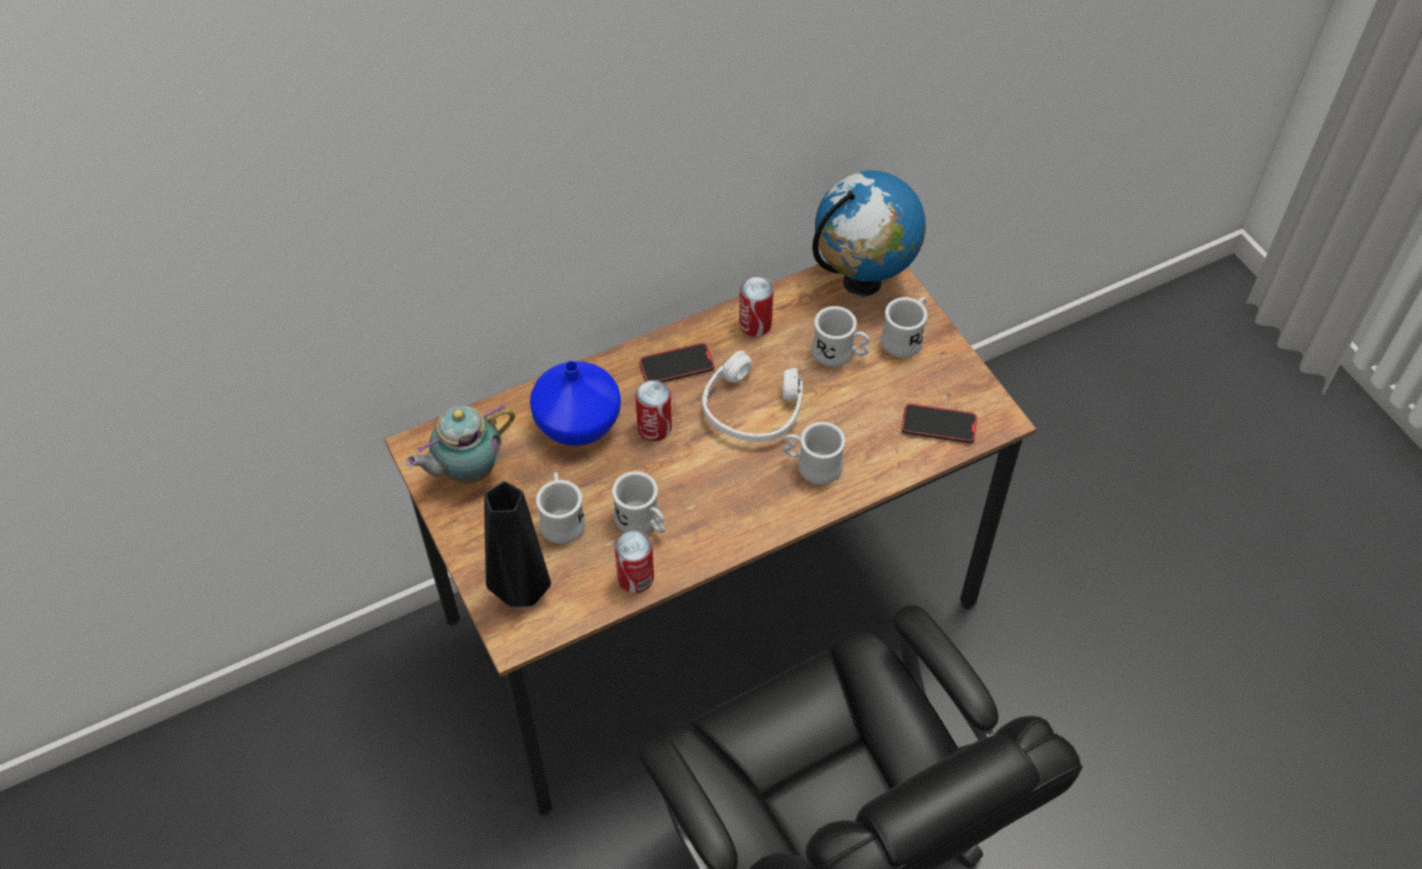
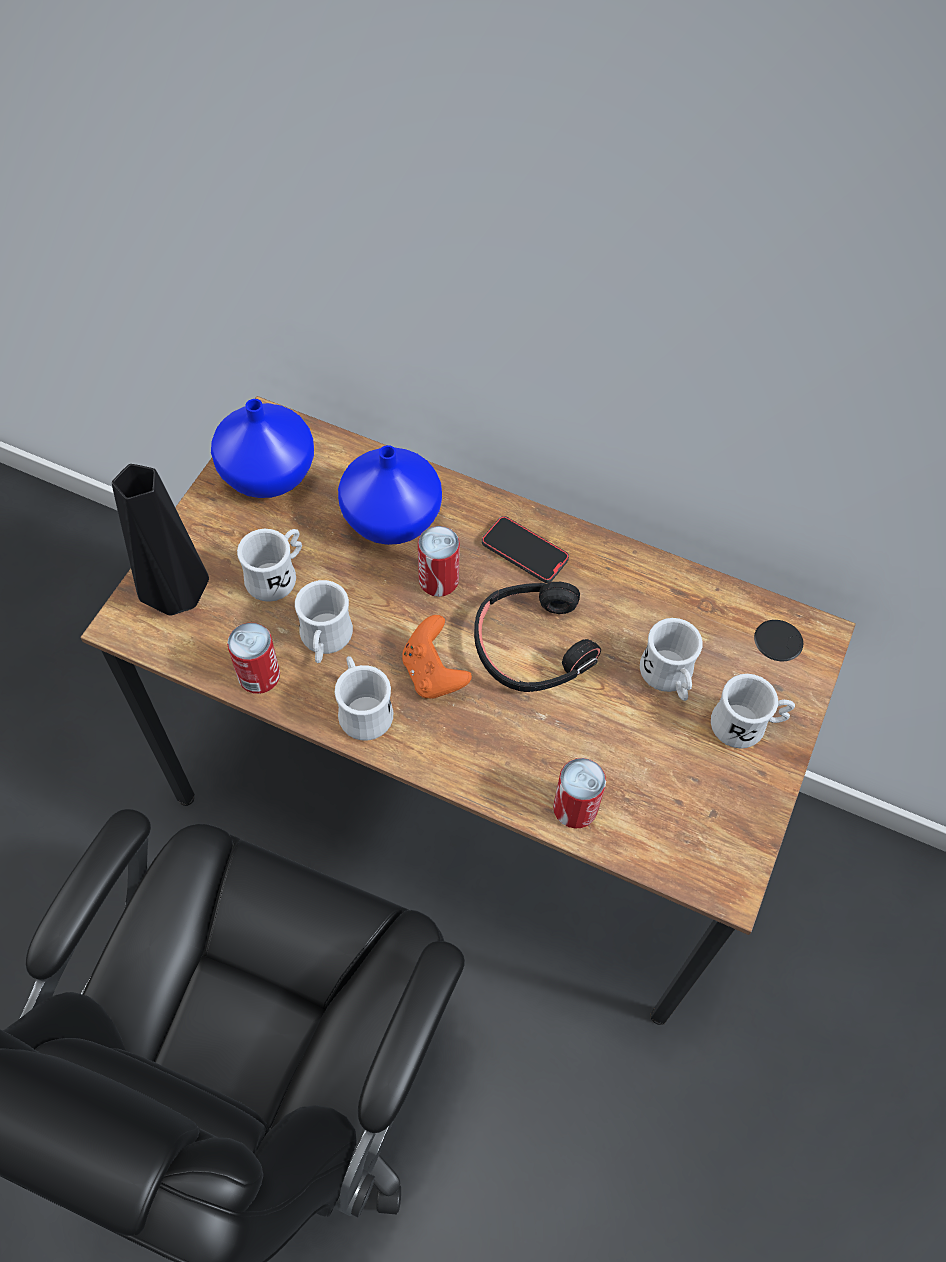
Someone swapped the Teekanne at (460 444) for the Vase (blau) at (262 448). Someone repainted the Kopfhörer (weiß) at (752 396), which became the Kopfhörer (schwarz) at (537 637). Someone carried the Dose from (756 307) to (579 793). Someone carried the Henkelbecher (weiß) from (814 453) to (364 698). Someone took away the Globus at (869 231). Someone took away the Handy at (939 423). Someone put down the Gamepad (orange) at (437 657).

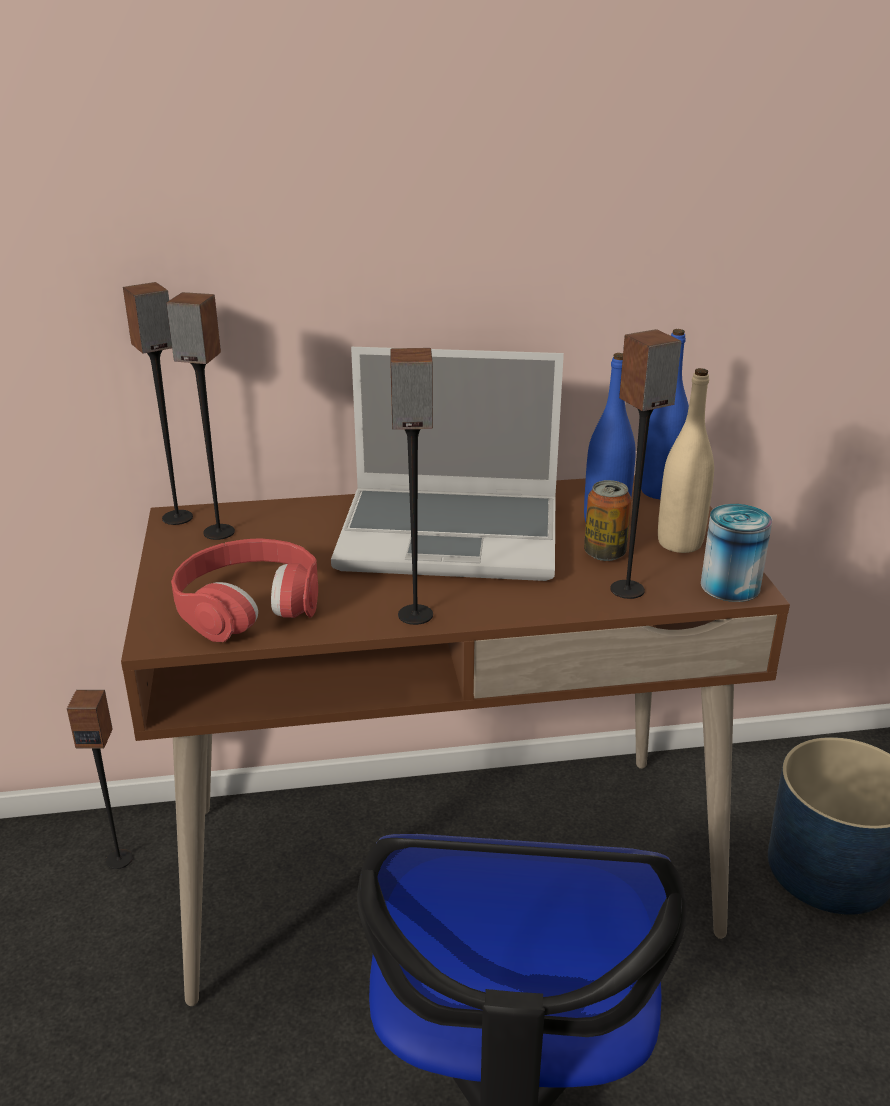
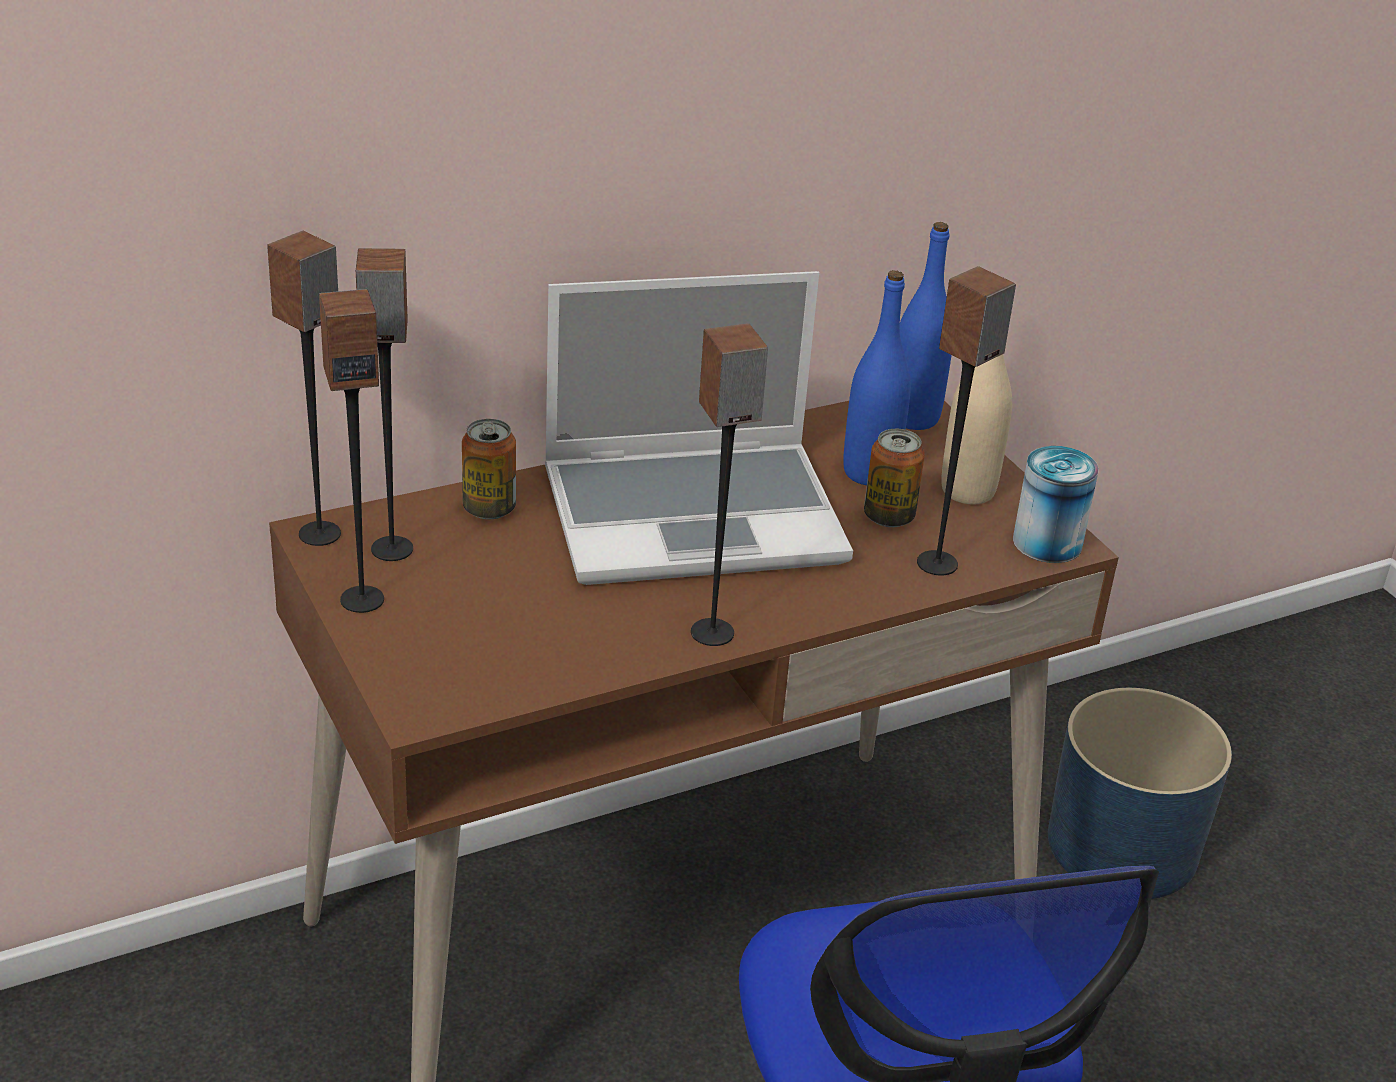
Someone carried the Lautsprecher from (100 779) to (351 451). Someone took away the Kopfhörer (rot) at (244 590). Someone put down the Dose at (489 469).

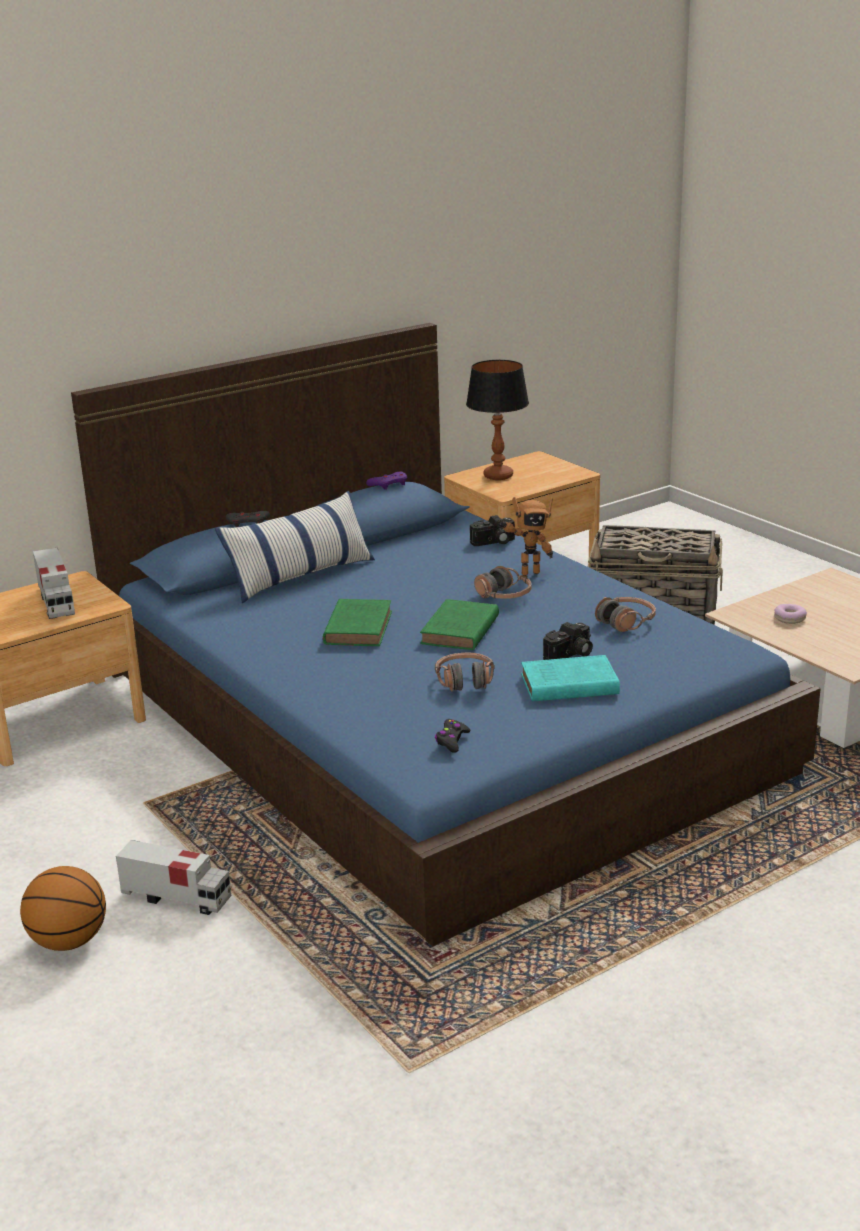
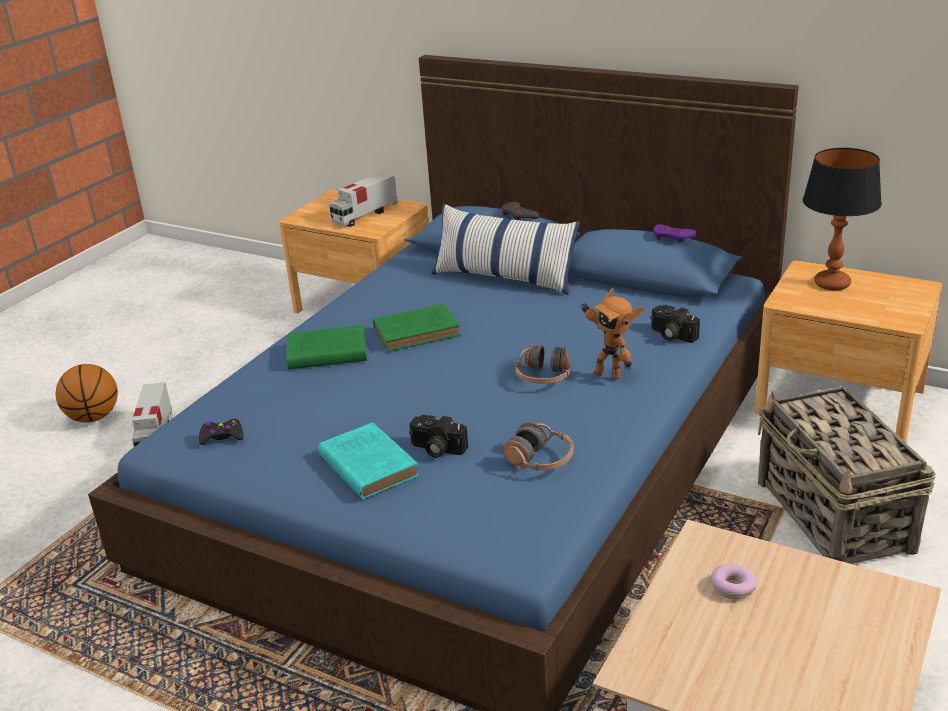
Someone carried the Buch (grün) from (459 624) to (326 347). Someone took away the Kopfhörer at (464 672).

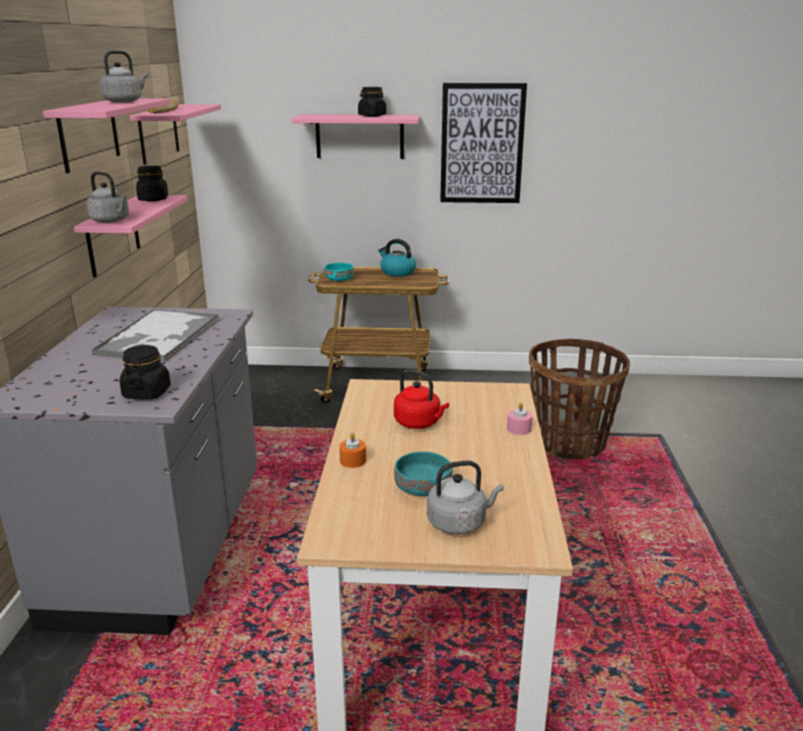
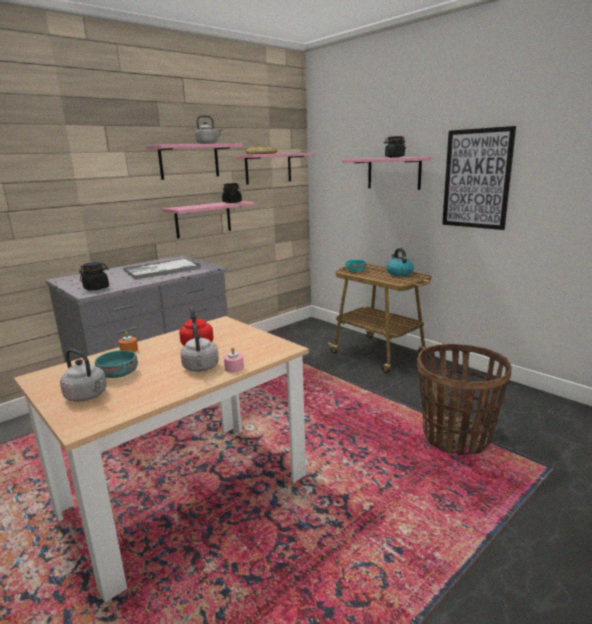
Someone carried the Wasserkessel (grau) from (107 197) to (199 347).

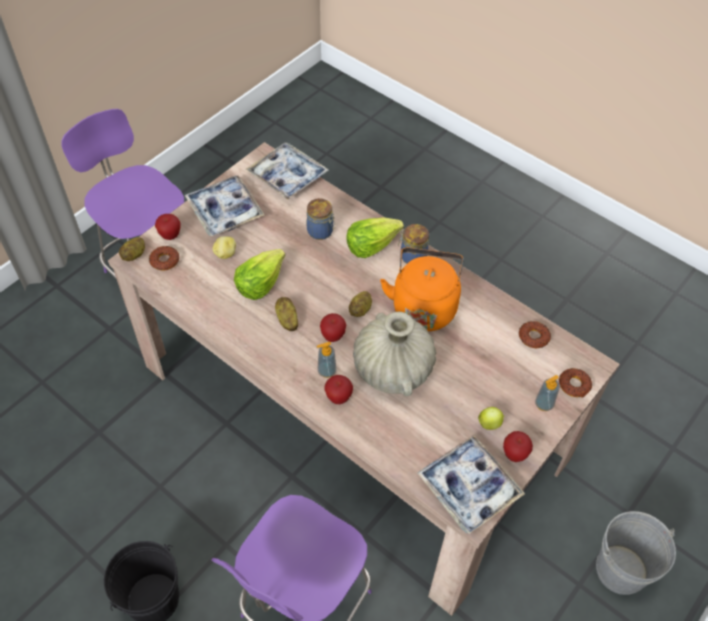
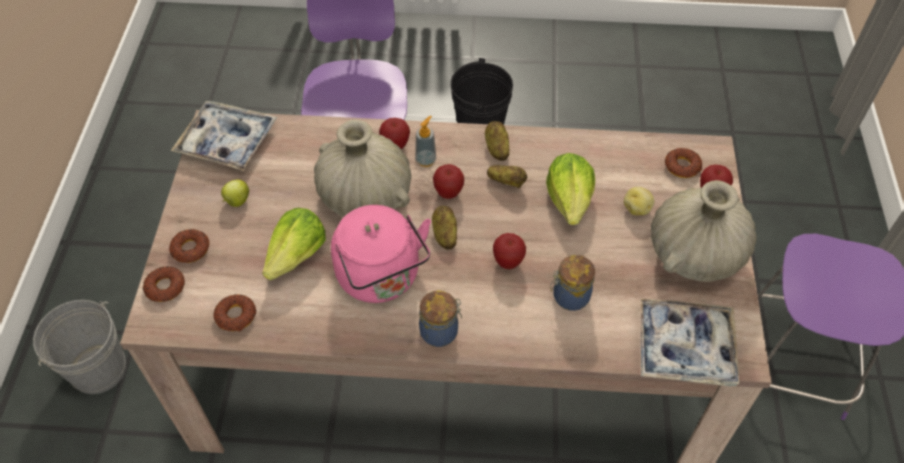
Someone carried the Kartoffel from (132 249) to (497 141). Someone swapped the Tablett at (224 205) for the Vase (beige) at (704 231). Someone carried the Salatkopf from (375 237) to (294 244). Someone repainted the Wasserkessel (orange) at (422 289), which became the Wasserkessel (rosa) at (381 254). Someone carried the Apfel from (518 446) to (509 251). Someone swapped the Seifenspender at (547 393) for the Donut at (189 246).

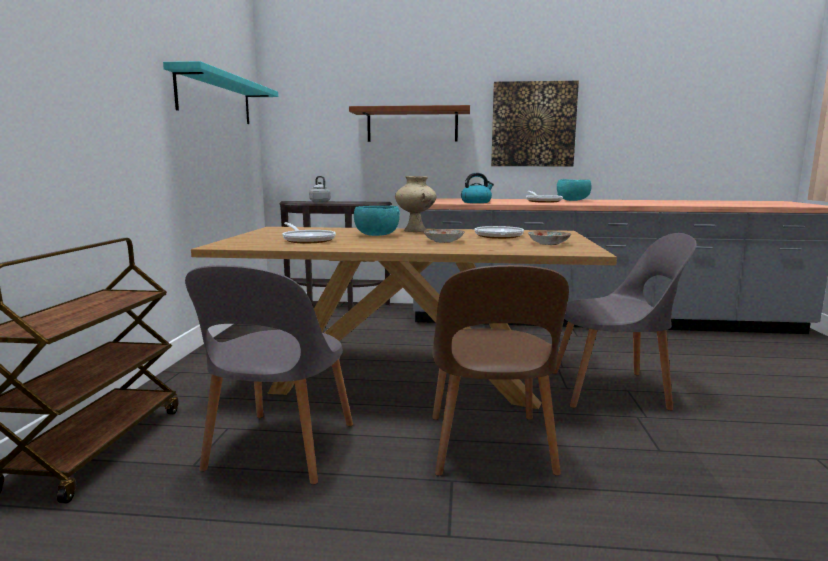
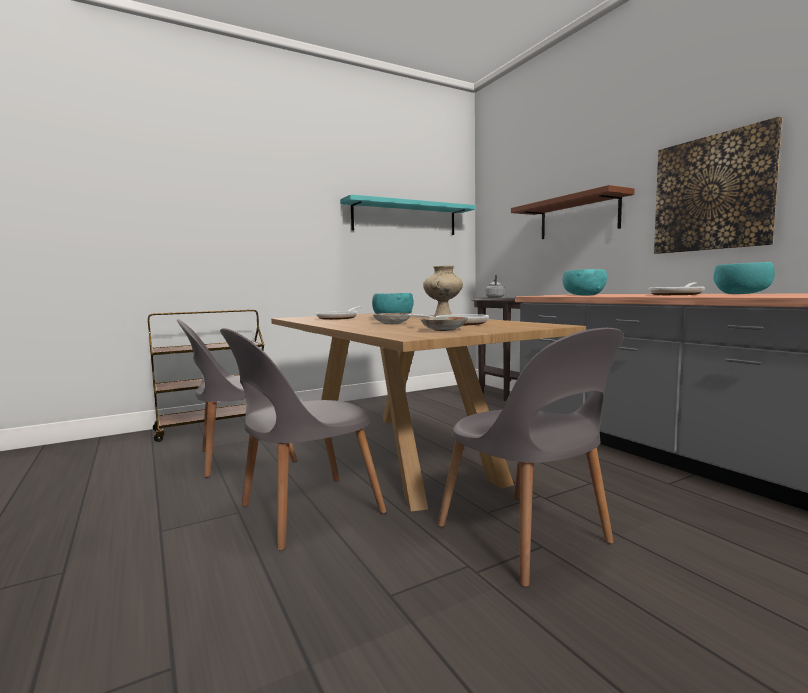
Someone repainted the Stuhl (braun) at (500 370), which became the Stuhl (grau) at (303 439). Someone swapped the Wasserkessel at (477 188) for the Schüssel (türkis) at (585 282).

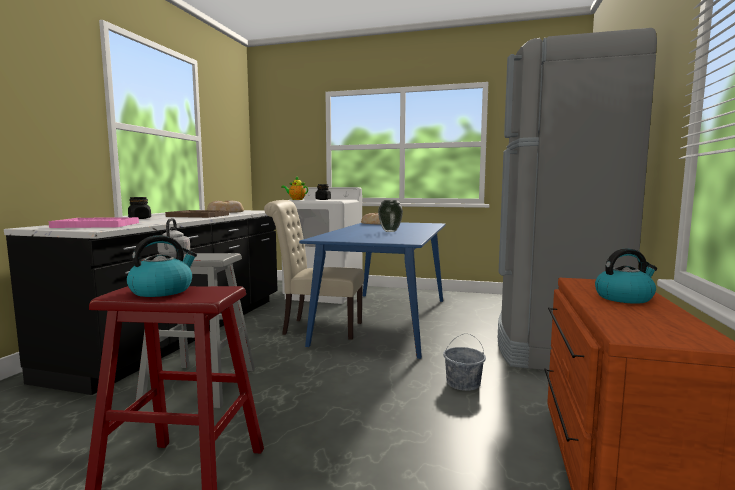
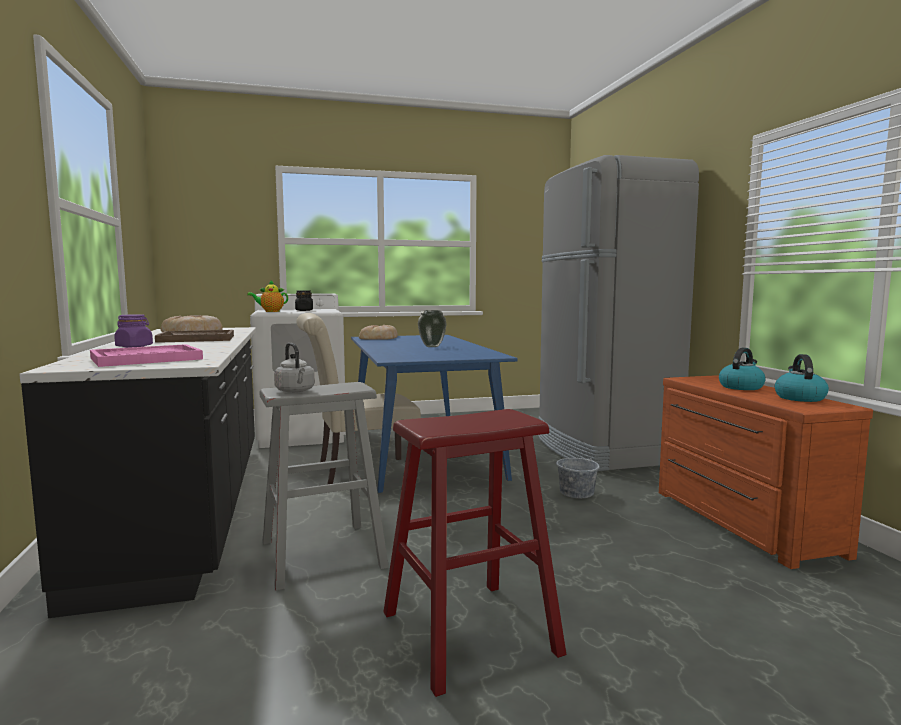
Someone carried the Wasserkessel from (162 266) to (802 378). Someone repainted the Vorratsglas (schwarz) at (139 208), which became the Vorratsglas (lila) at (133 331).

